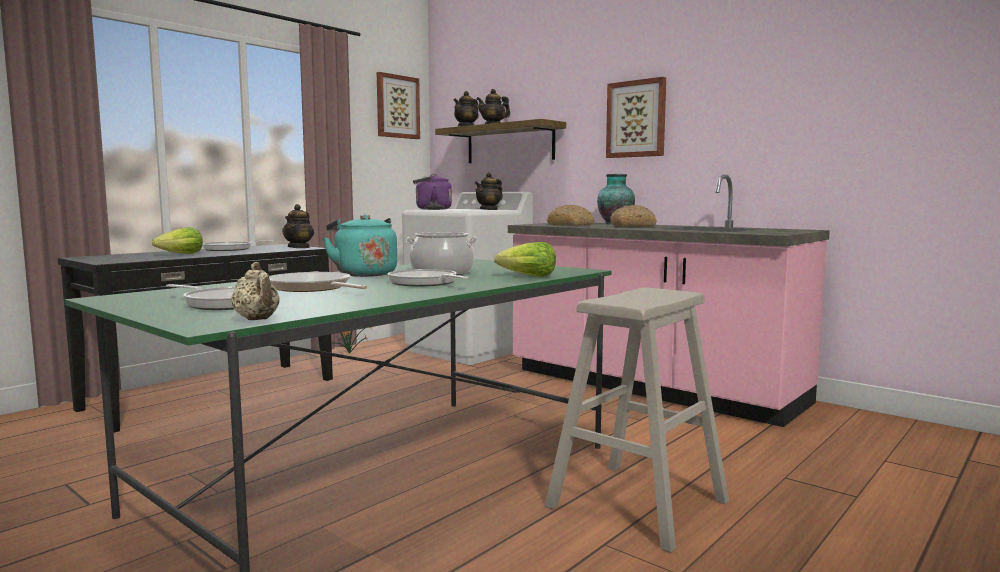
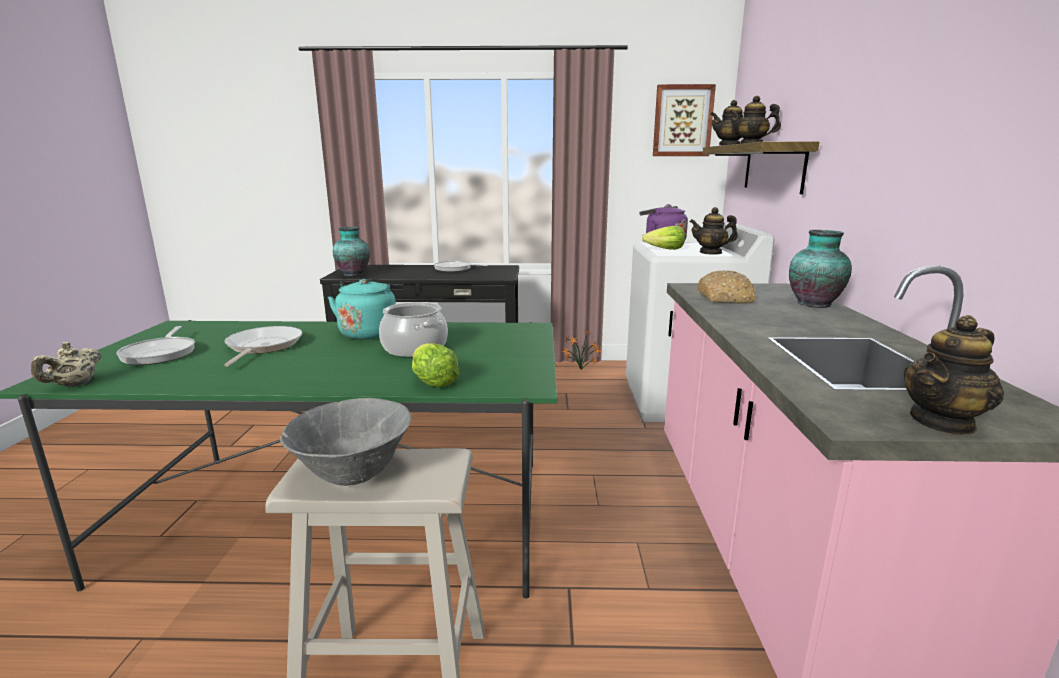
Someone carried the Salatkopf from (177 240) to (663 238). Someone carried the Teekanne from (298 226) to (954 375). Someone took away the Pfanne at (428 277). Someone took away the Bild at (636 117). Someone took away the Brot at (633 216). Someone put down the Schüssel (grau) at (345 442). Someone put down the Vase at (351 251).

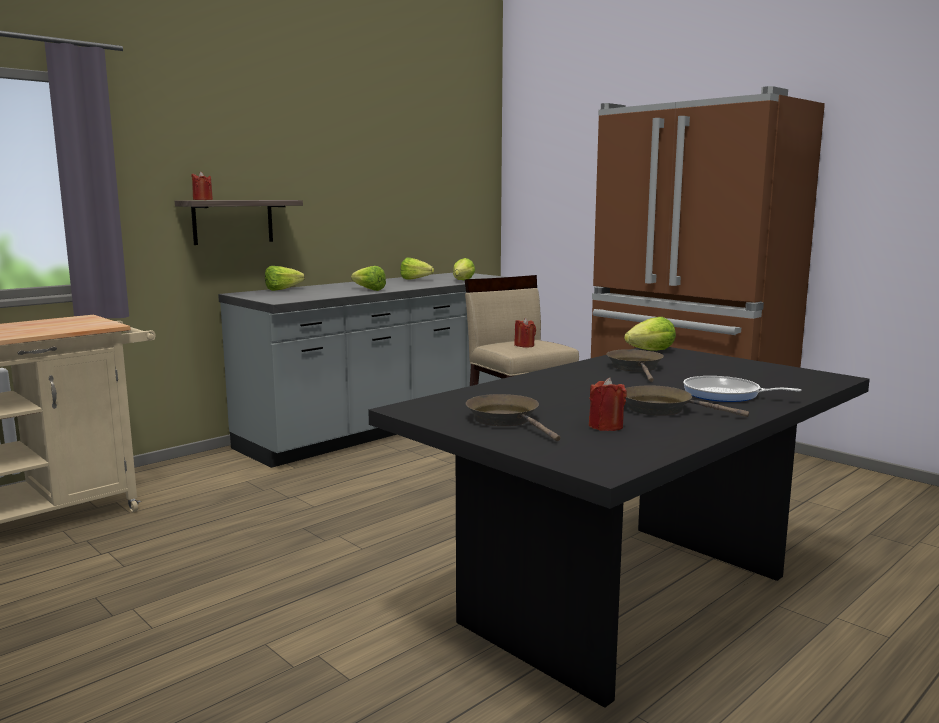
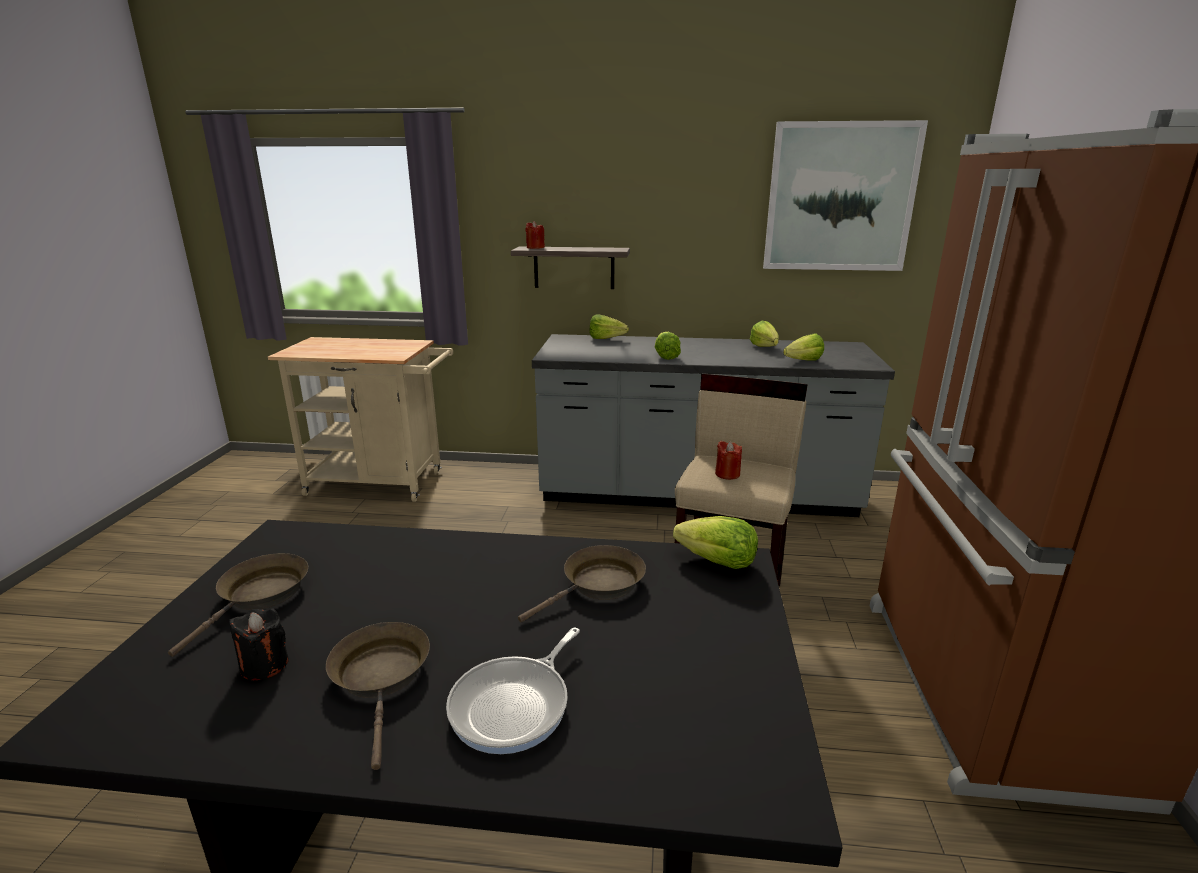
Someone repainted the Kerze (rot) at (608 404), which became the Kerze (schwarz) at (259 644). Someone rotated the Pfanne at (742 389) by 135 degrees counterclockwise. Someone put up the Bild at (845 195).

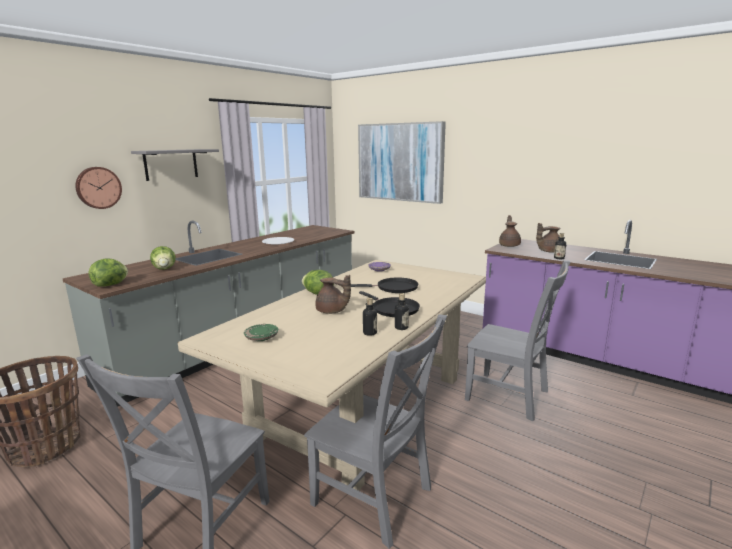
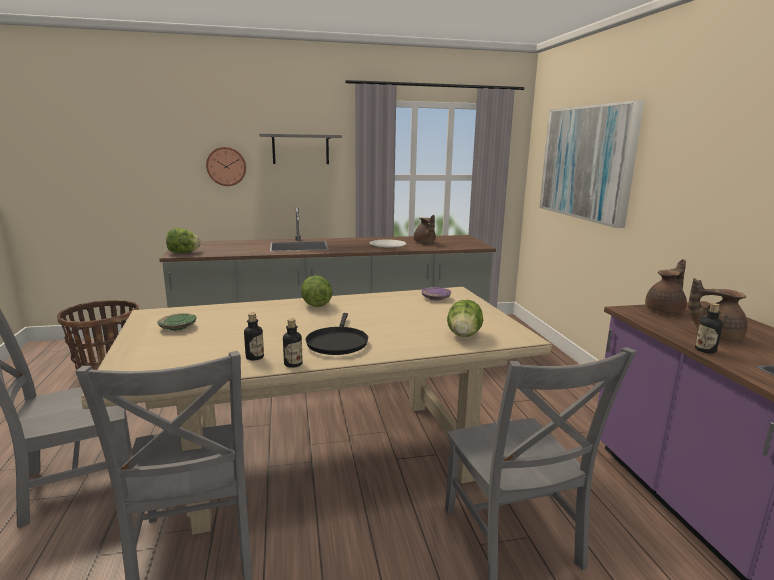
Someone carried the Salatkopf from (163 258) to (465 318). Someone carried the Teekanne (braun) from (333 294) to (425 229). Someone took away the Pfanne (schwarz) at (384 285).

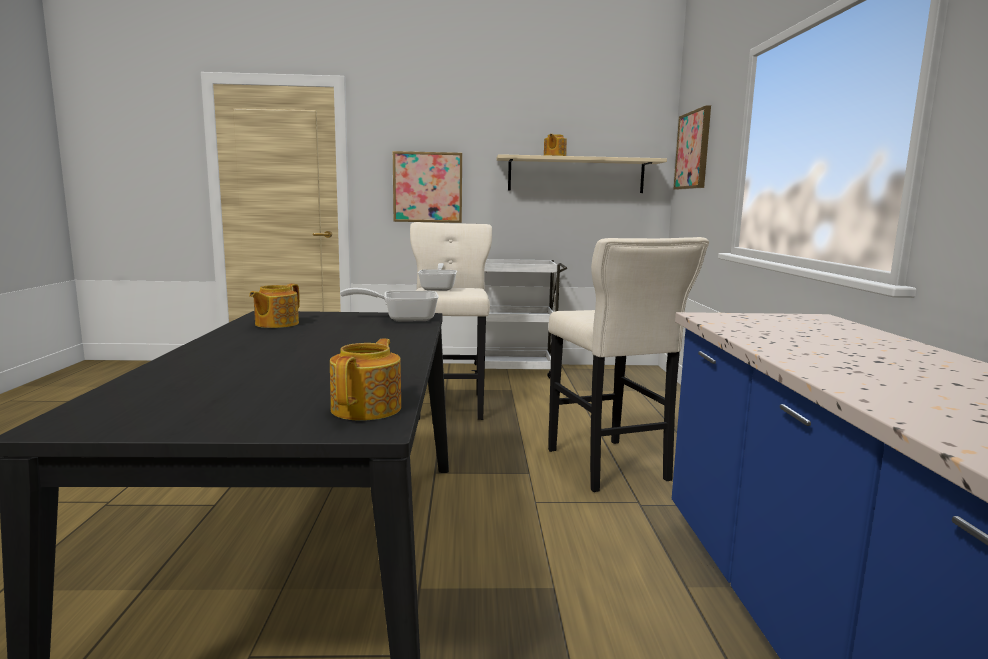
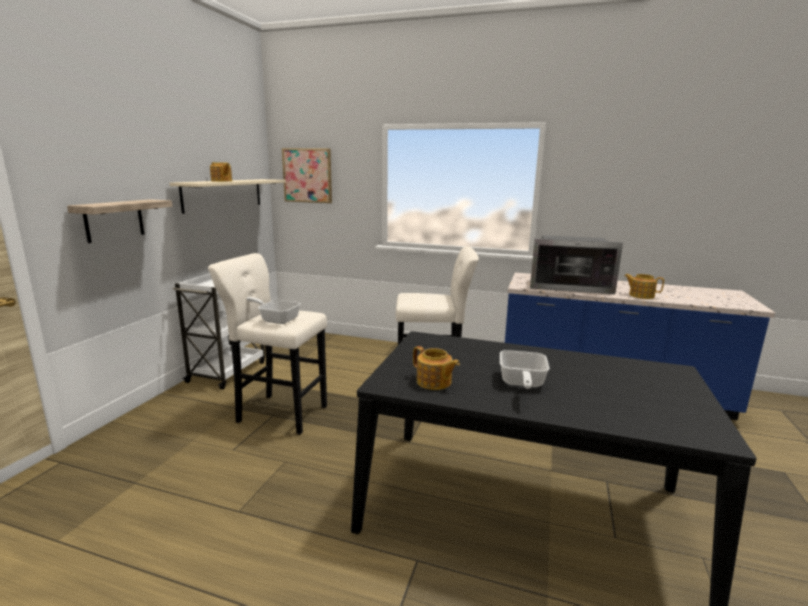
Someone carried the Teekanne from (365 380) to (644 286). Someone carried the Pfanne from (389 305) to (524 369). Someone swapped the Bild at (427 187) for the Wandregal at (119 221). Someone put down the Mikrowelle at (576 264).

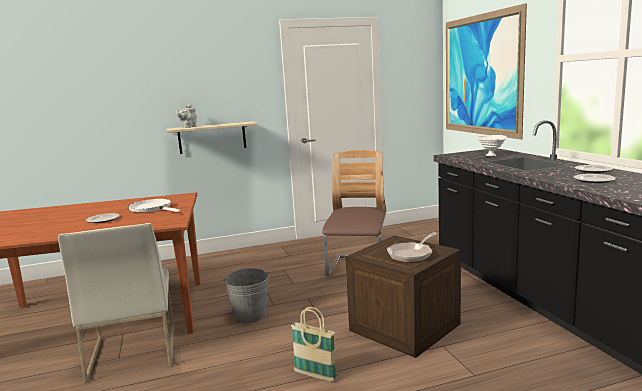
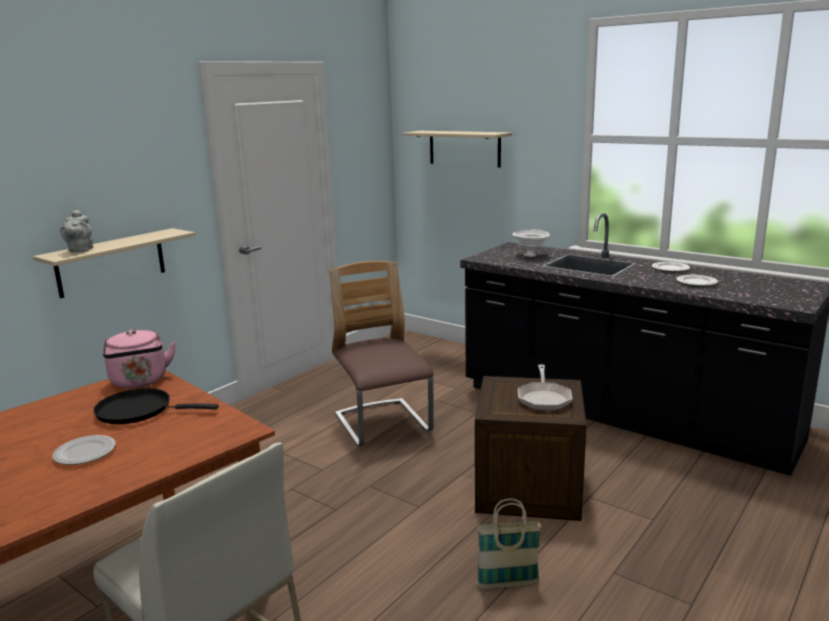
Someone repainted the Pfanne (weiß) at (154 205), which became the Pfanne (schwarz) at (156 406). Someone took away the Eimer (grau) at (246 295). Someone swapped the Bild at (486 71) for the Wandregal (beige) at (457 149). Someone put down the Wasserkessel (rosa) at (139 359).

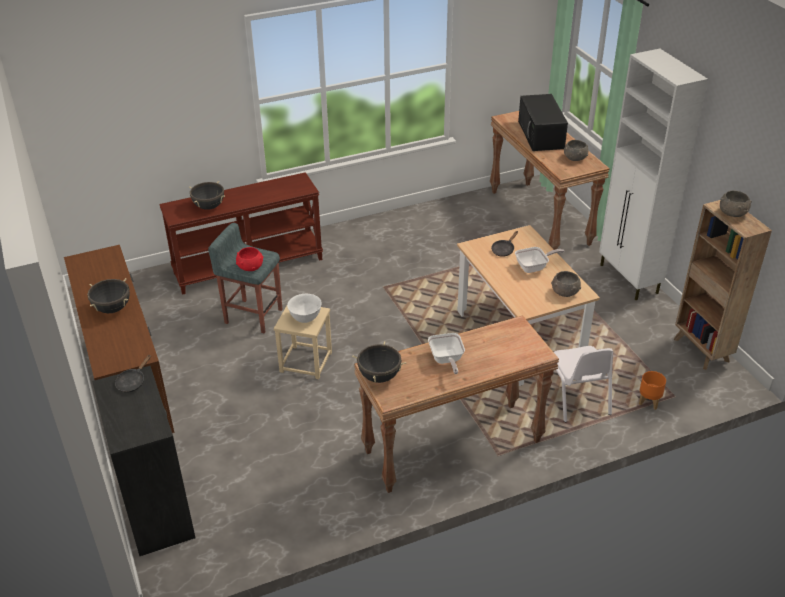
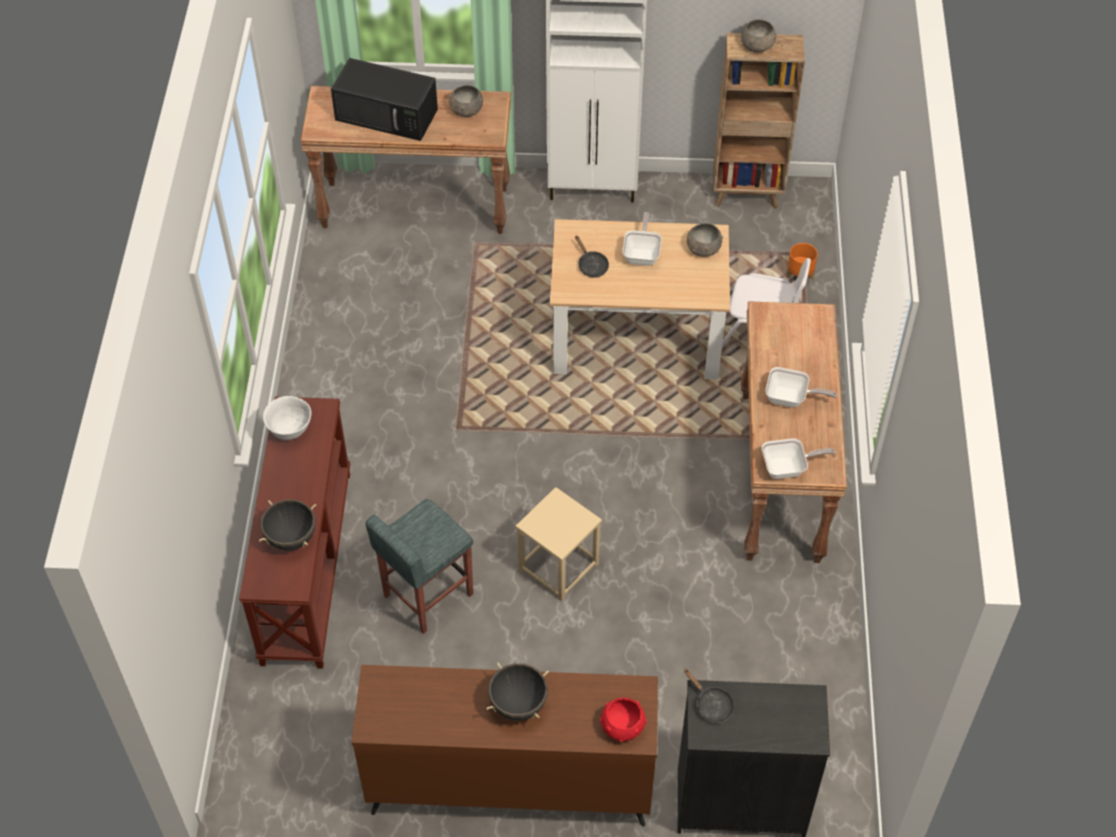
Someone carried the Schüssel (rot) from (249 259) to (623 719). Someone carried the Schüssel (weiß) from (304 308) to (287 418). Someone swapped the Kochtopf (schwarz) at (379 362) for the Pfanne at (798 459).

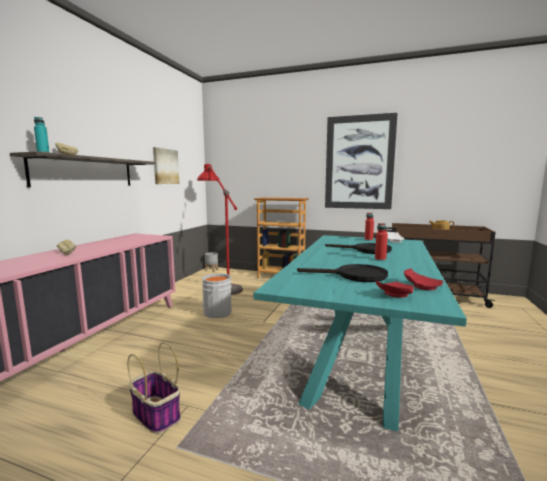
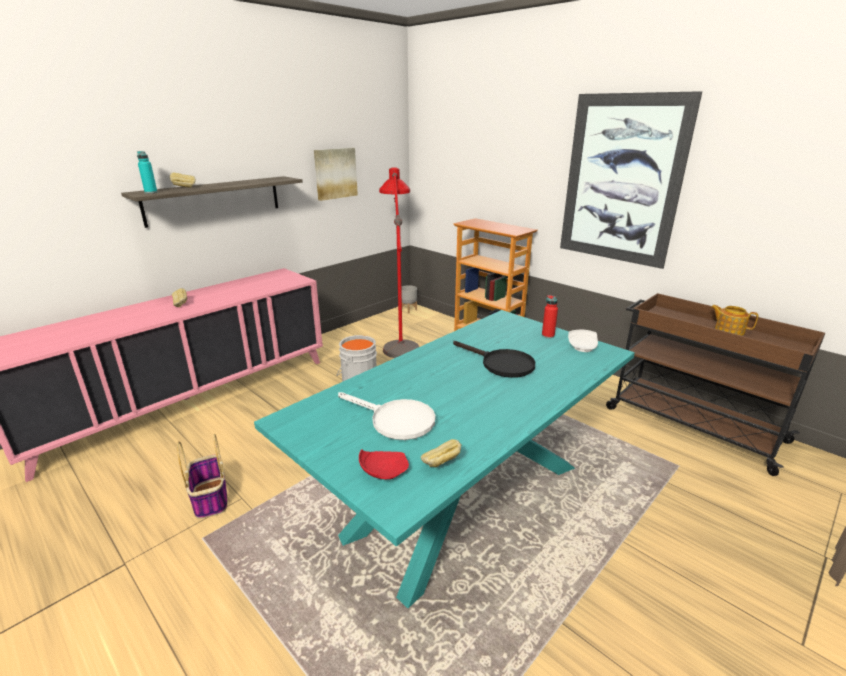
Someone repainted the Pfanne (schwarz) at (342 273), which became the Pfanne (weiß) at (386 416). Someone took away the Flasche (rot) at (381 242). Someone swapped the Teller (rot) at (423 279) for the Brot at (441 453).

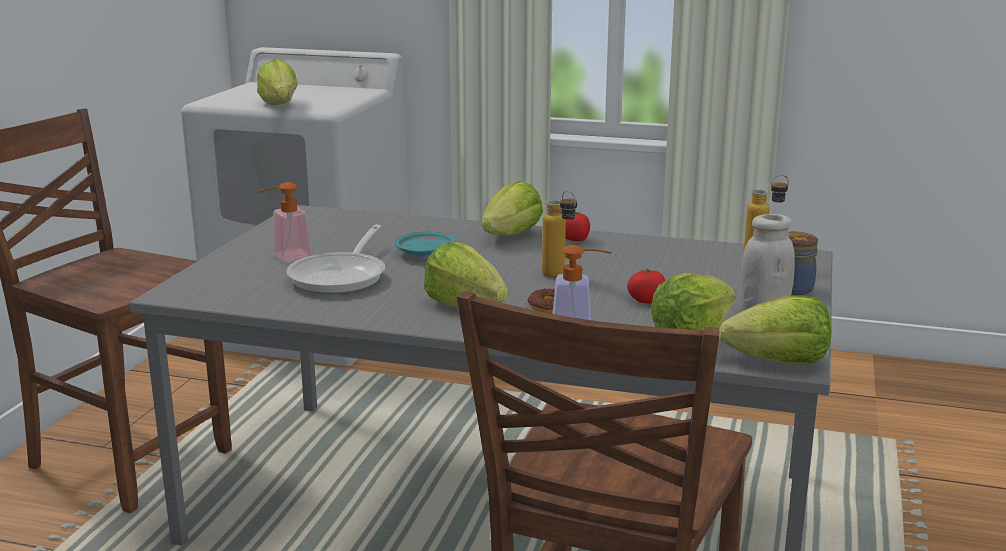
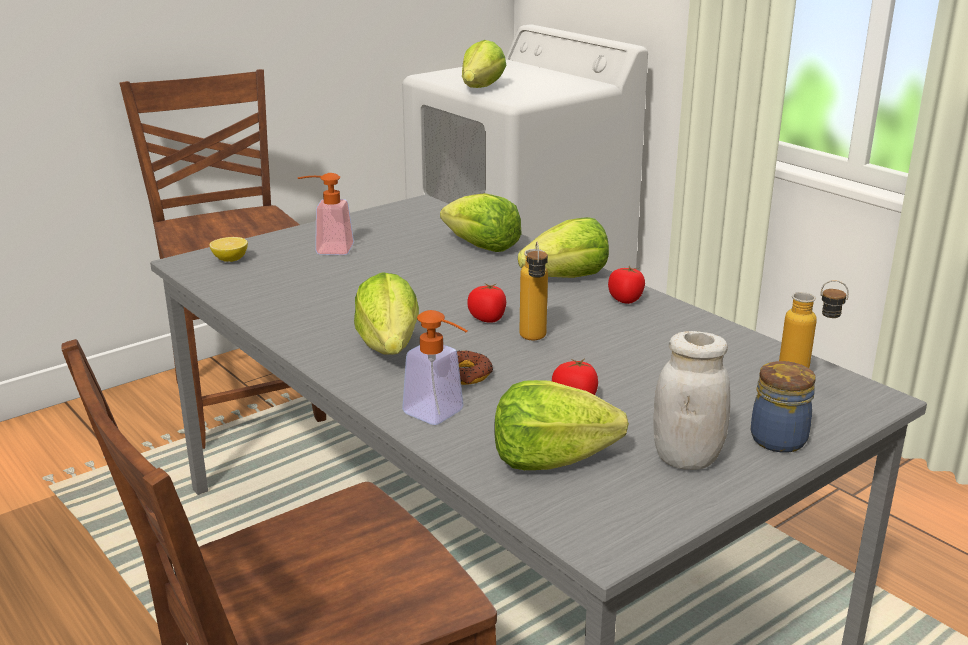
Someone took away the Pfanne at (335 259). Someone took away the Teller (türkis) at (425 244). Someone carried the Salatkopf from (775 329) to (481 222). Someone put down the Zitrone at (228 249). Someone put down the Tomate at (486 303).

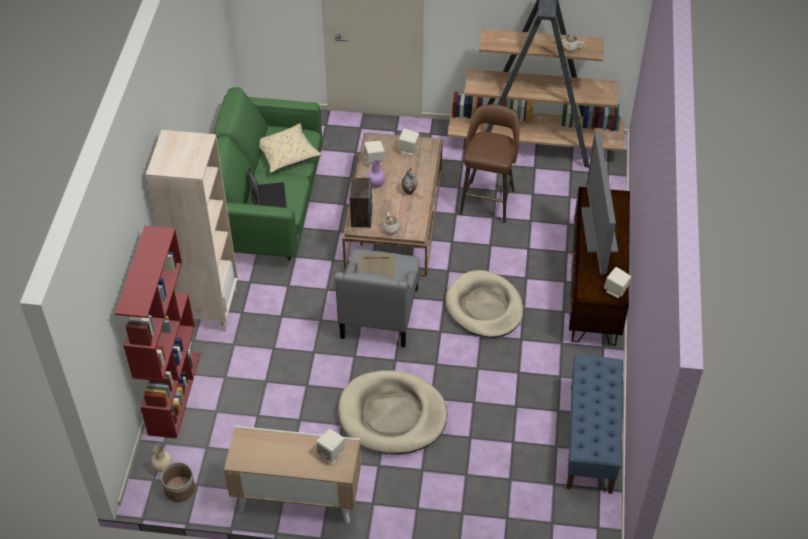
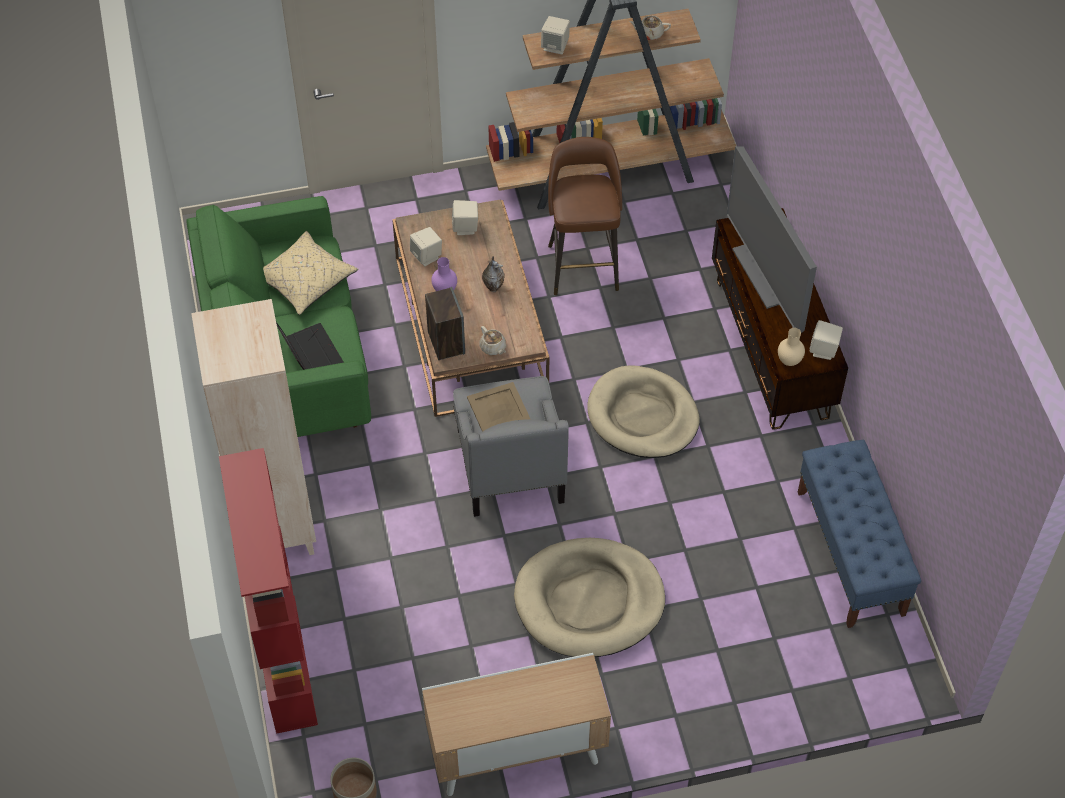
Someone carried the Vase (beige) from (161 459) to (791 347). Someone carried the Lautsprecher (beige) from (330 446) to (555 35).

